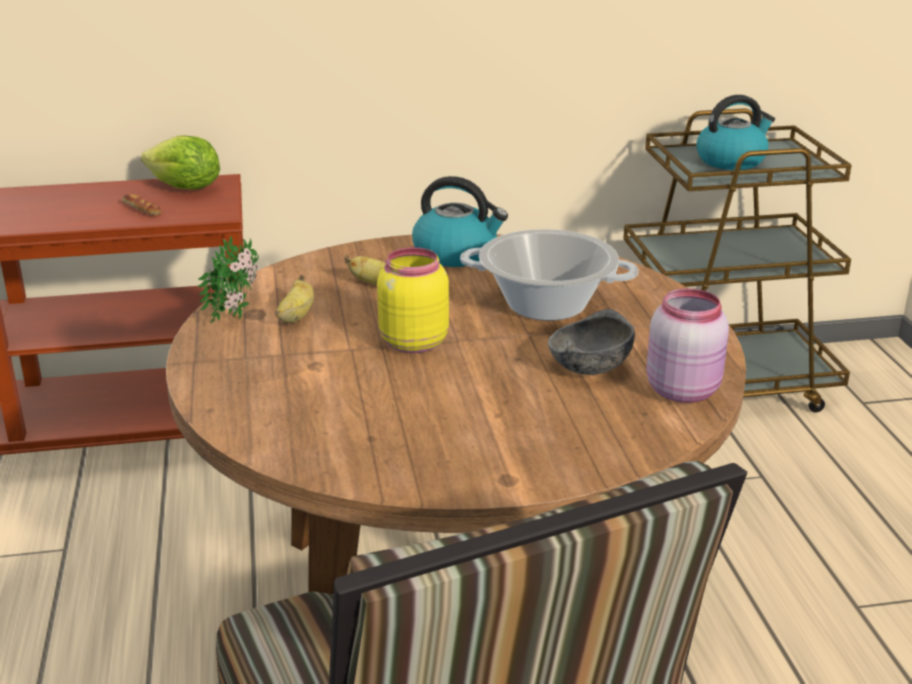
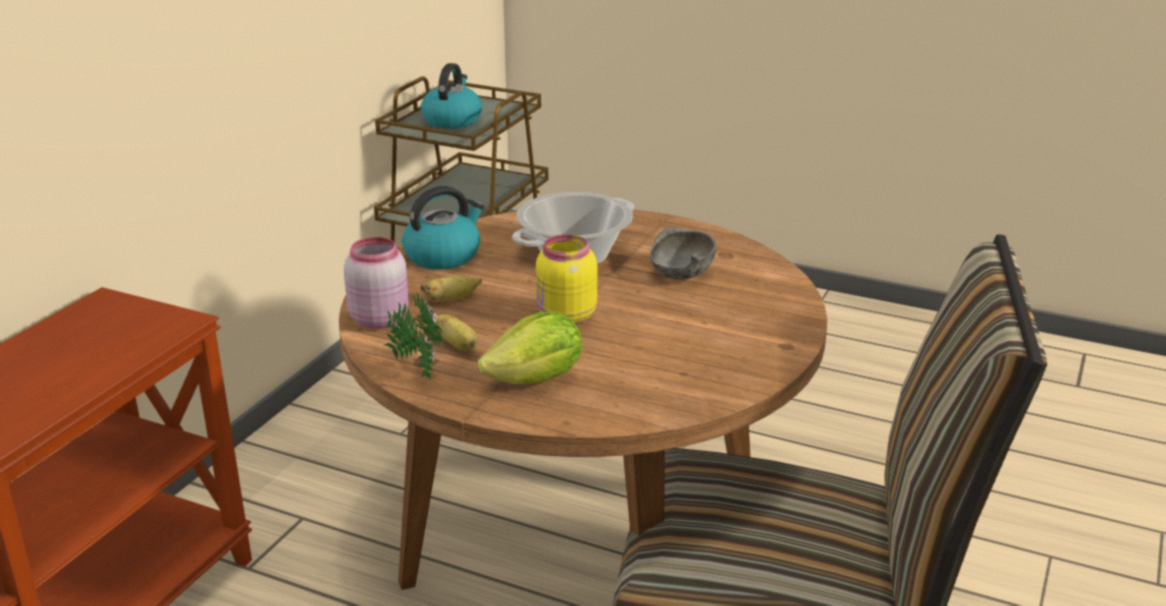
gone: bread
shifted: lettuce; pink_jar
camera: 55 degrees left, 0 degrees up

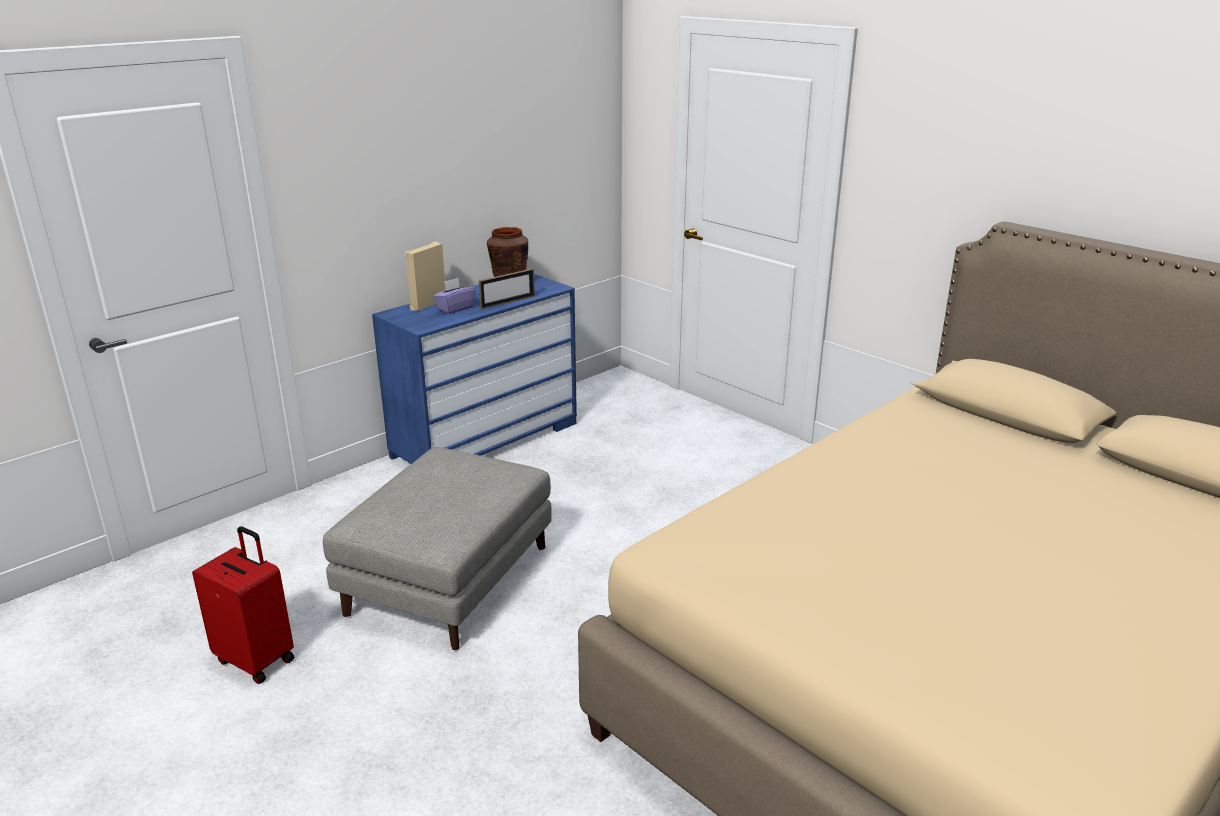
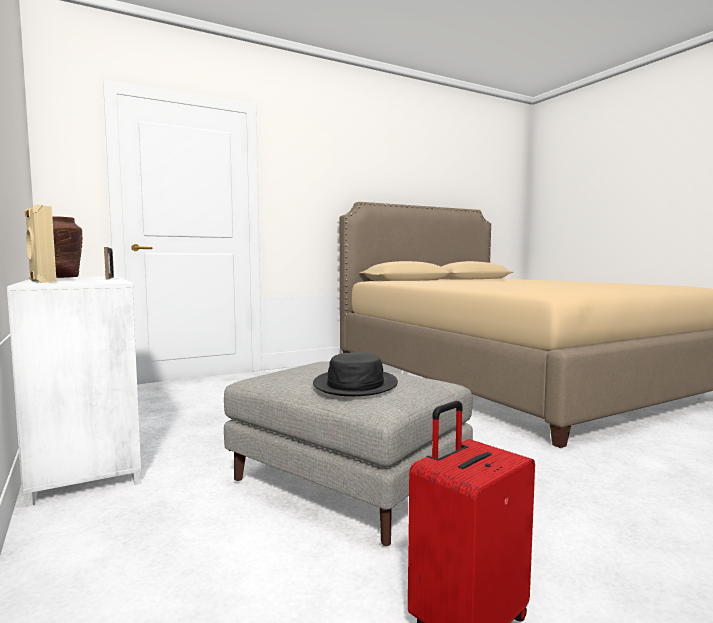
gone: purple_tissue_box
new: black_hat
repainted: blue_dresser to white_dresser
camera: 75 degrees left, 20 degrees down

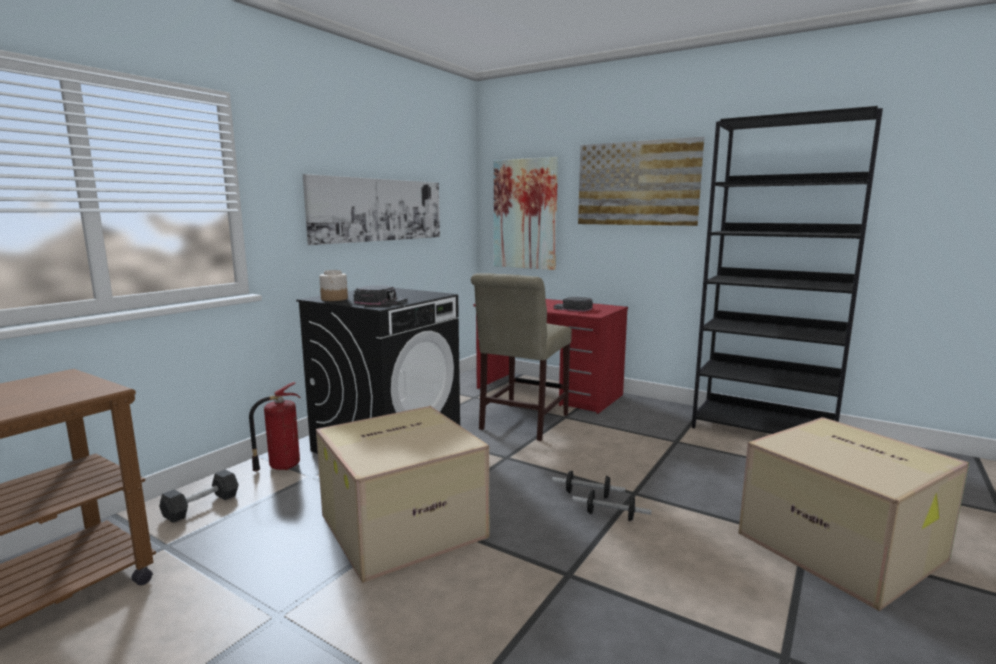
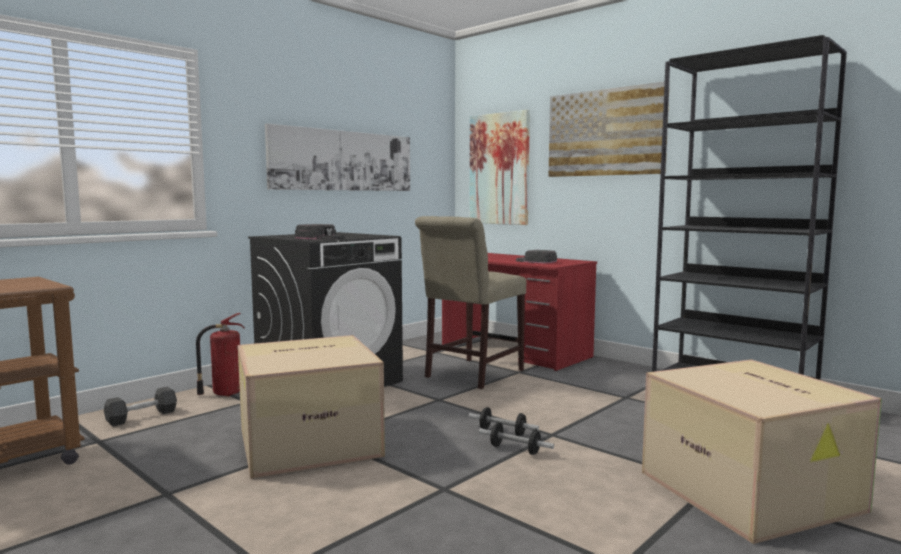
gone: jar
camera: 10 degrees right, 5 degrees down

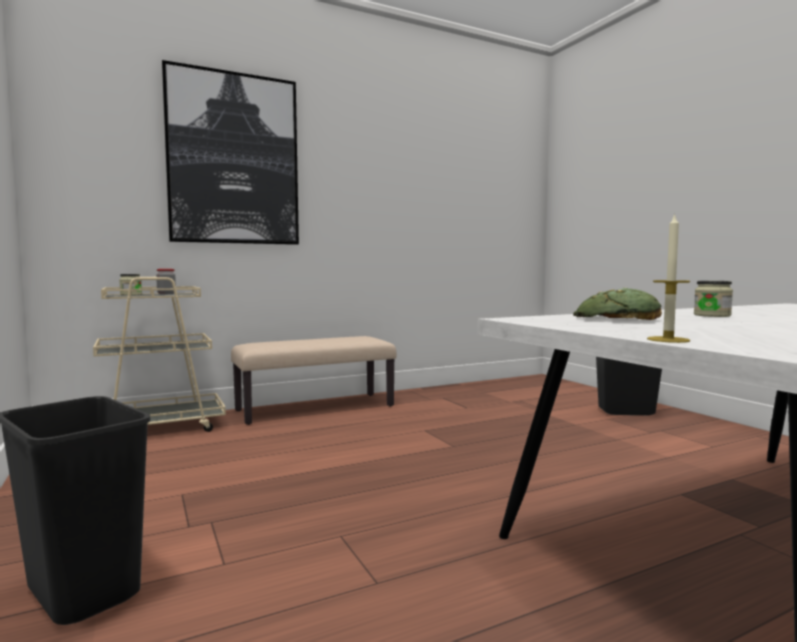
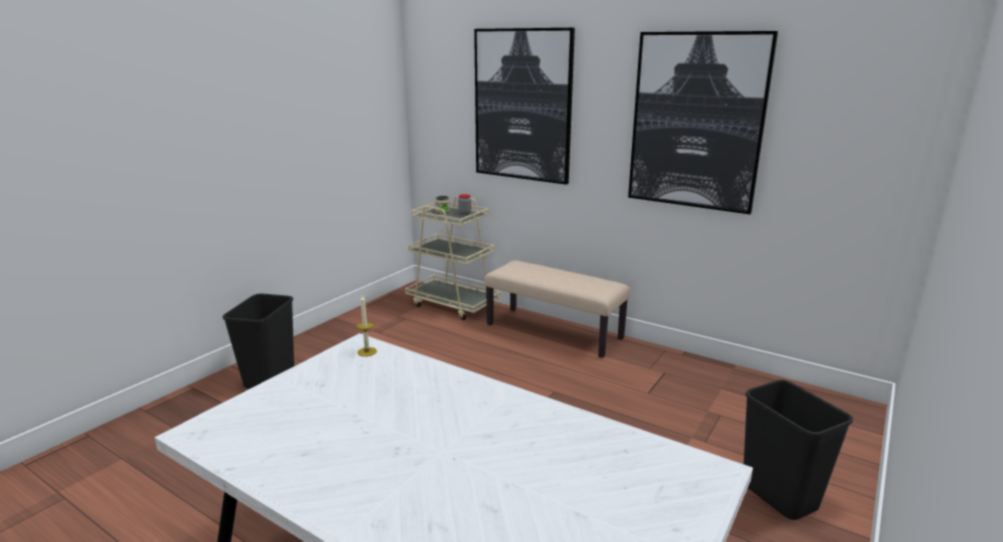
gone: bread; jar (no. 3 from left)
new: picture (no. 2 from left)
shifted: candle
camera: 60 degrees right, 15 degrees up

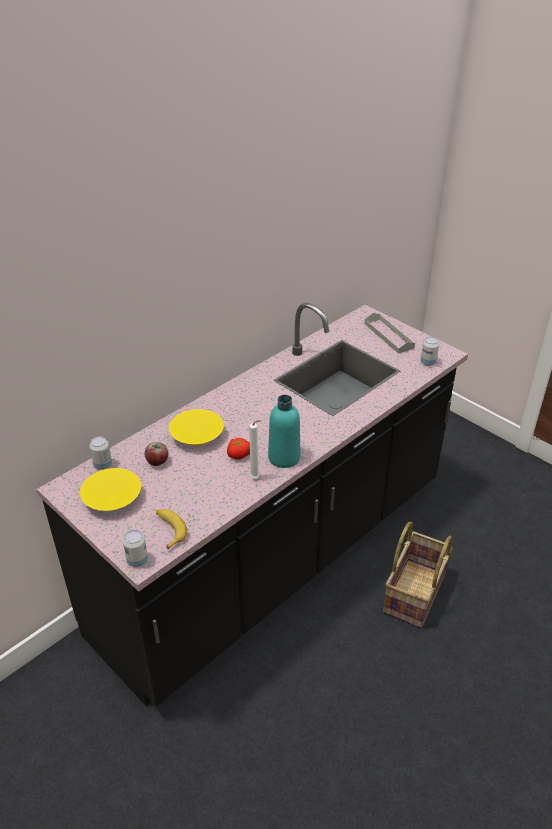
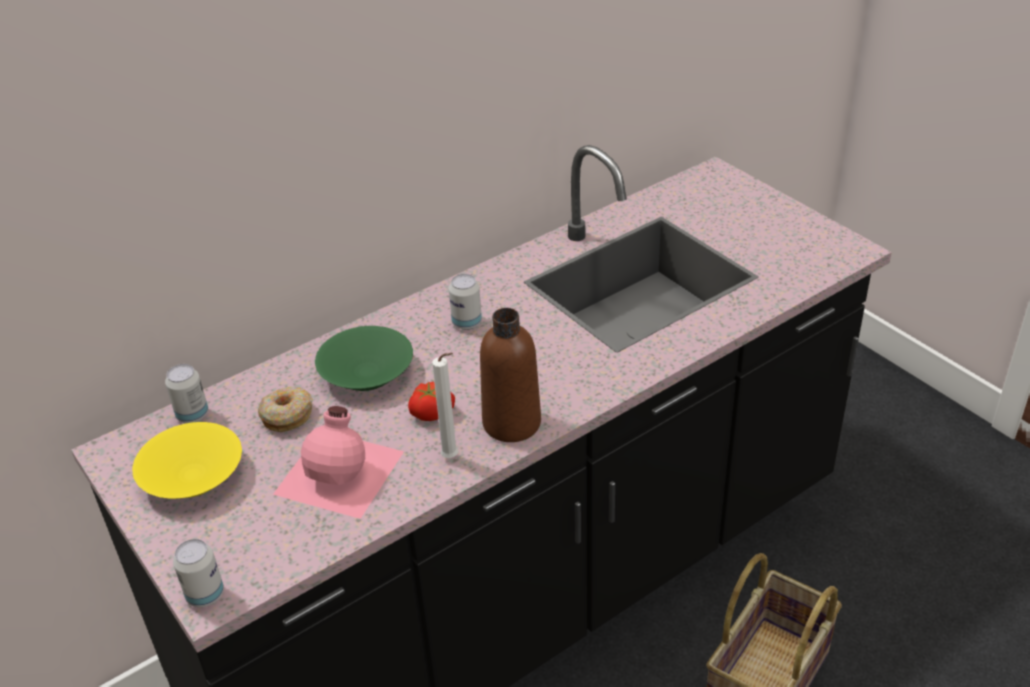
gone: banana; grey_tray
new: pink_bottle
shifted: can (no. 3 from left)
swapped: apple to donut
repainted: yellow_bowl (no. 2 from left) to green_bowl; turquoise_bottle to brown_bottle
camera: 10 degrees right, 0 degrees up

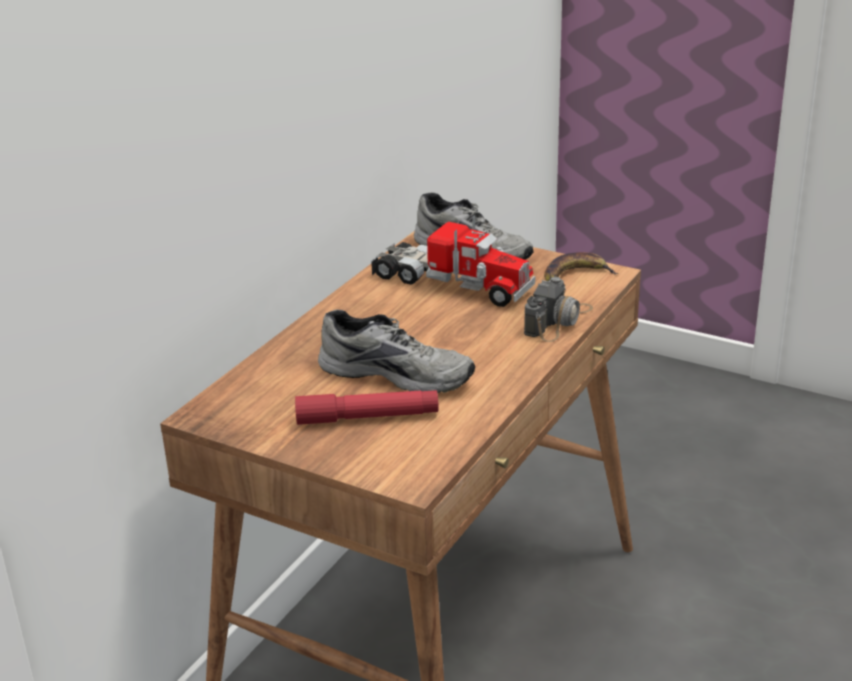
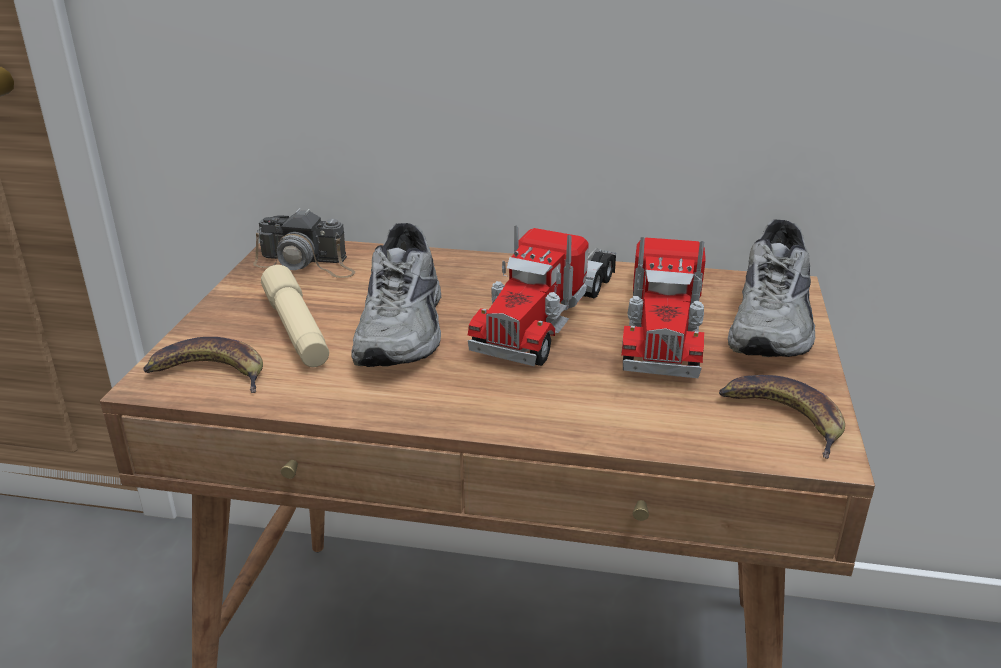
new: banana (no. 1 from left); toy_truck (no. 1 from left)
shifted: photo_camera
repainted: red_flashlight to beige_flashlight
camera: 70 degrees right, 0 degrees up

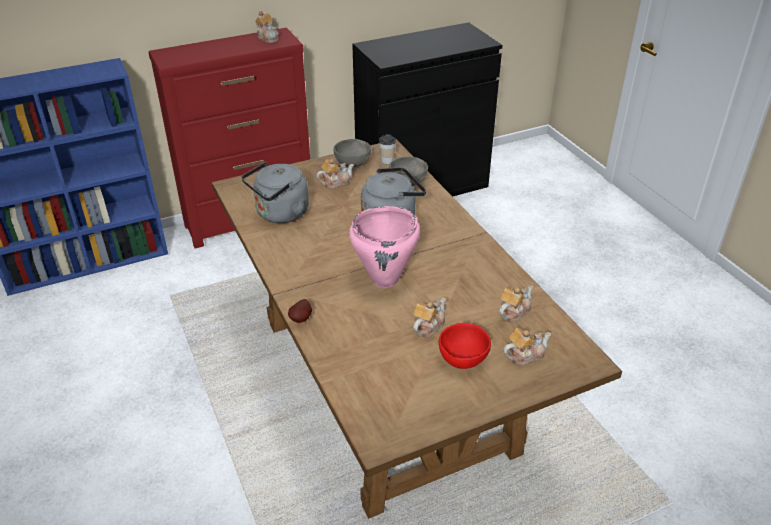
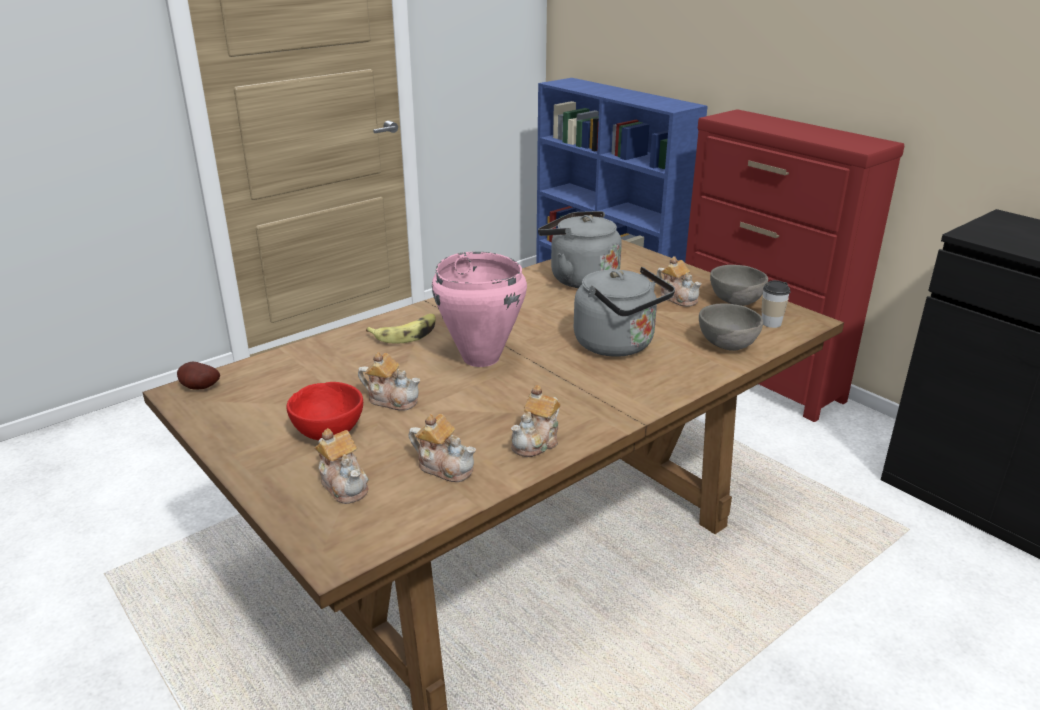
new: banana
shifted: teapot (no. 1 from left in the first image) to teapot (no. 4 from left); potato
camera: 75 degrees right, 10 degrees down

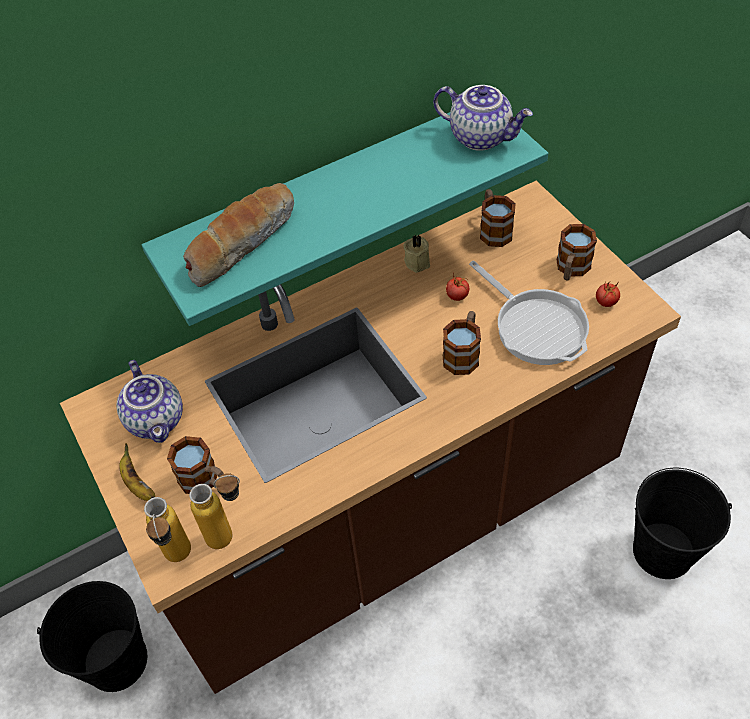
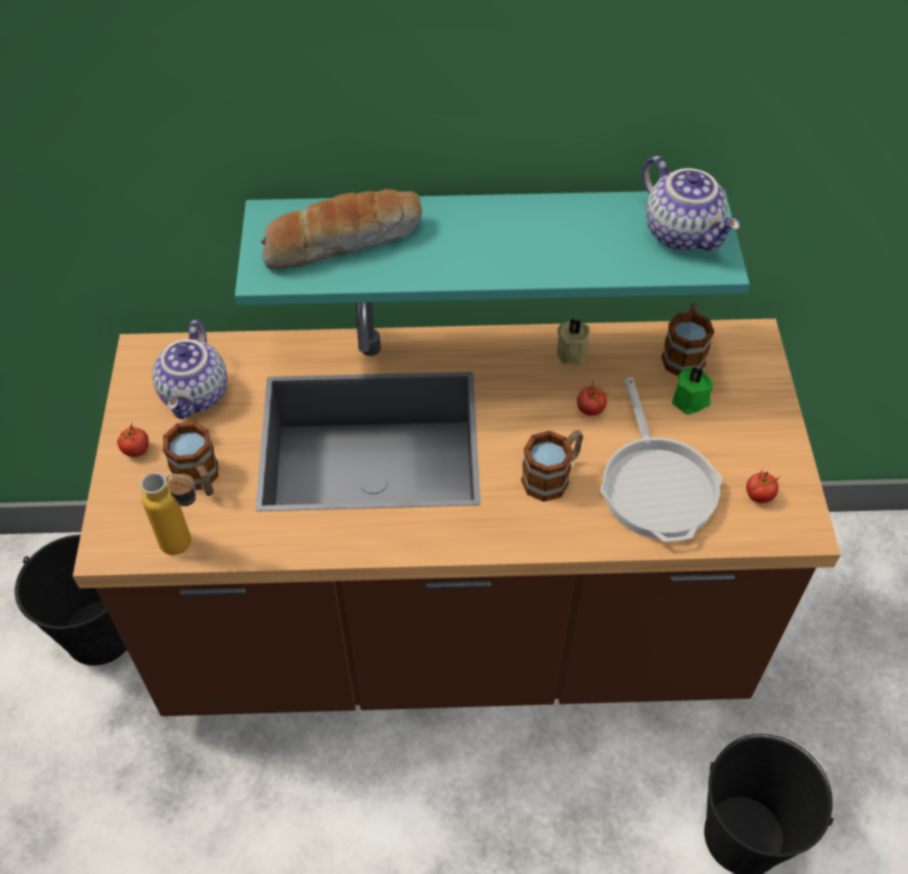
gone: bottle (no. 1 from left); mug (no. 4 from left)
new: green_candle
swapped: banana to tomato (no. 1 from left)
camera: 25 degrees right, 0 degrees up

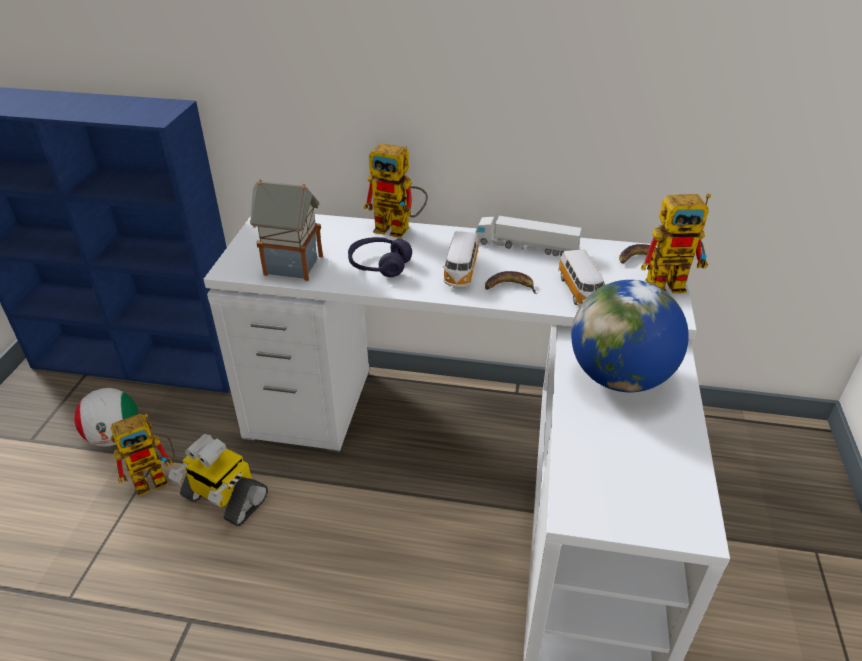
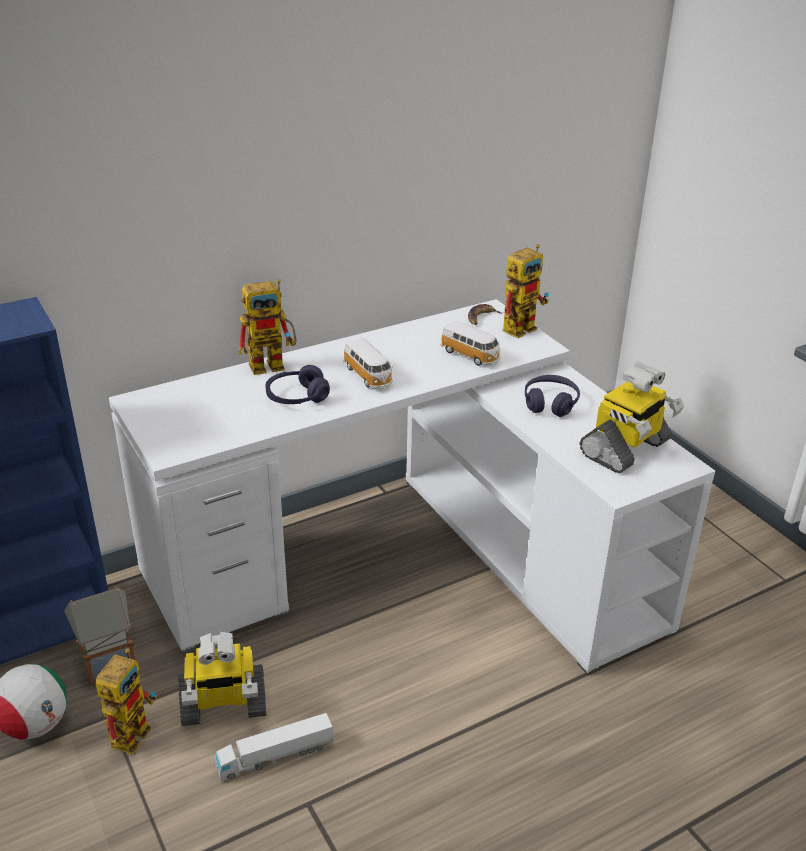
gone: banana (no. 1 from left)
new: toy_robot (no. 5 from left)
shifted: toy_house; toy_truck
swapped: globe to purple_headphones (no. 2 from left)
camera: 40 degrees left, 5 degrees down

